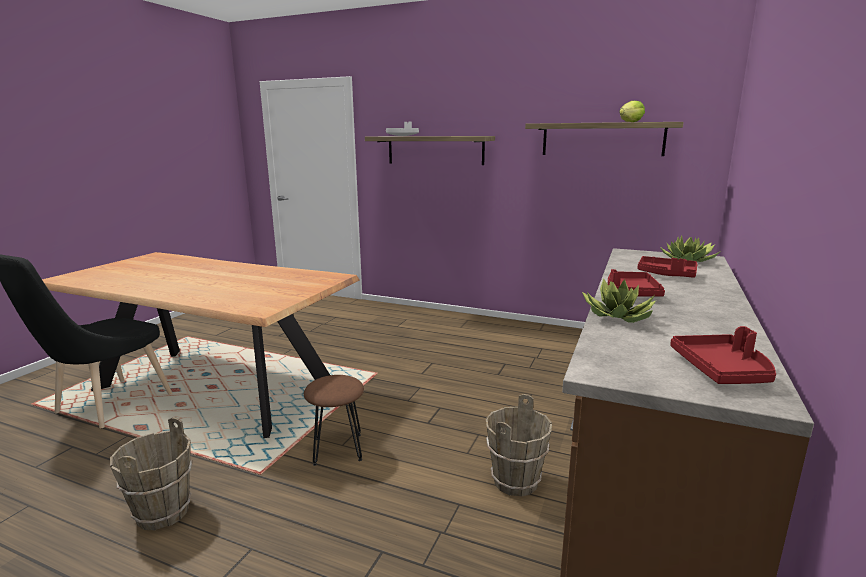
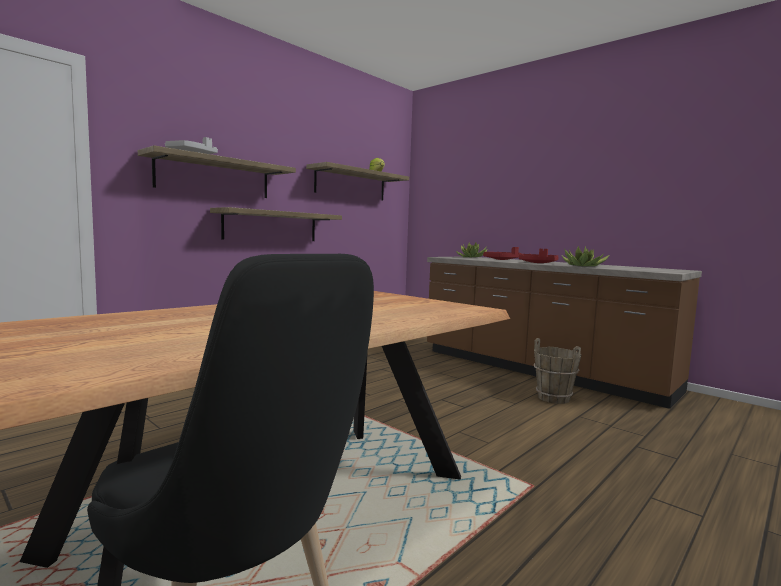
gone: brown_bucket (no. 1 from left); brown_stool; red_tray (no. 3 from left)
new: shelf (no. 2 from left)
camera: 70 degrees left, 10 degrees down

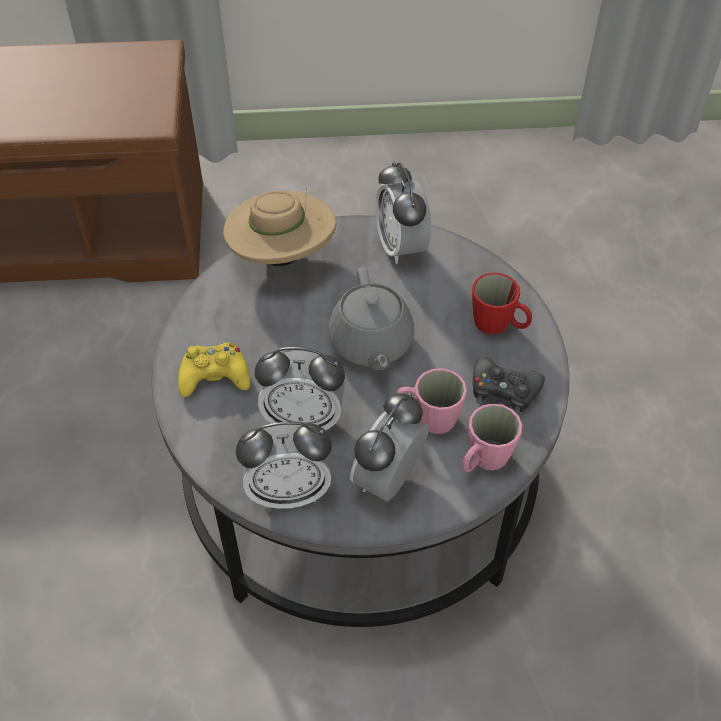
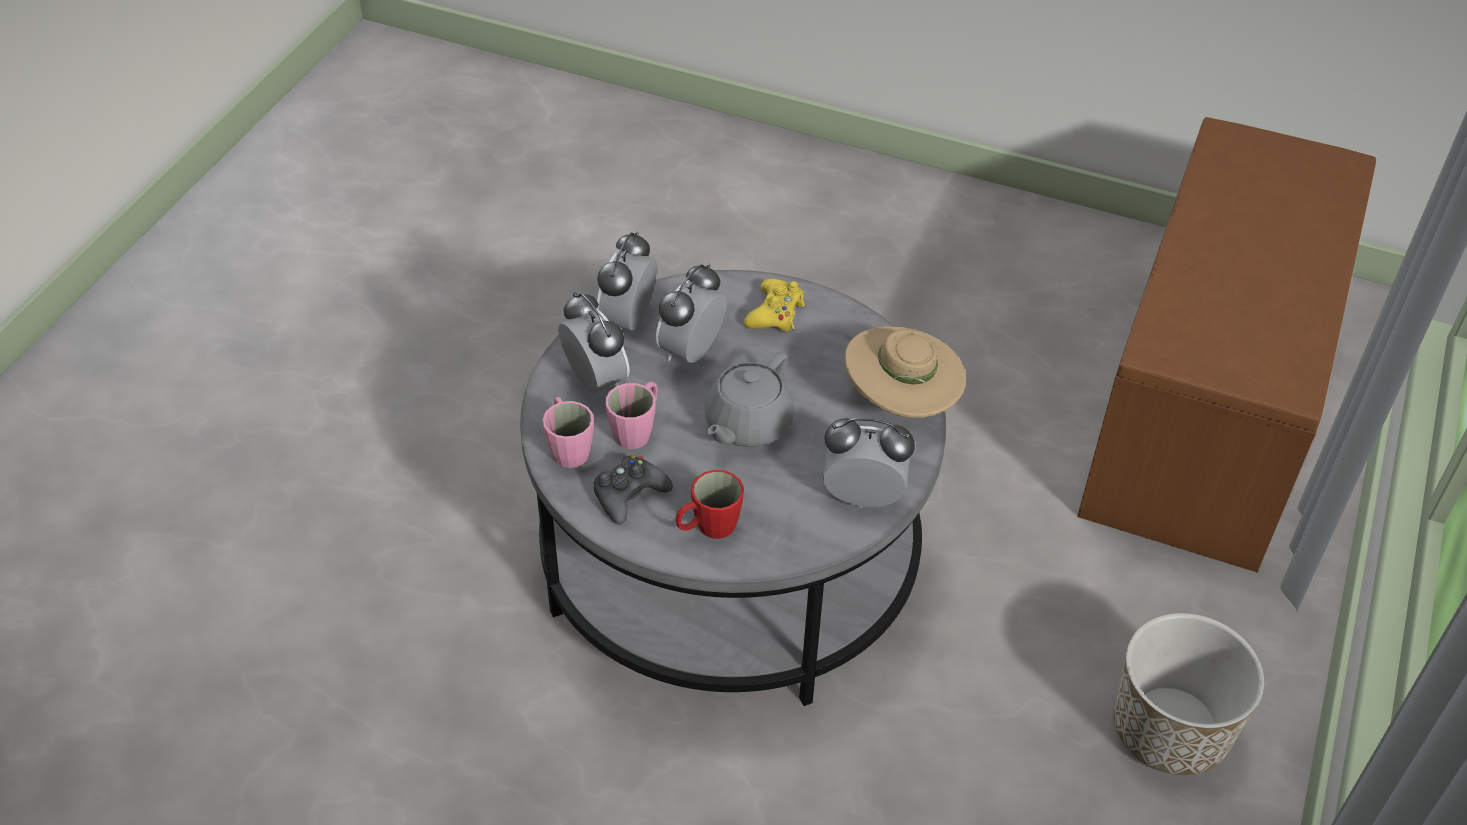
new: planter
rotated: grey_teapot 75 degrees counterclockwise
camera: 115 degrees right, 5 degrees down

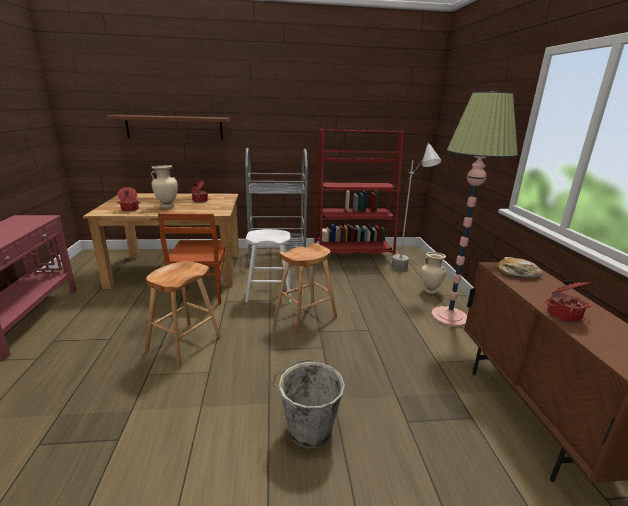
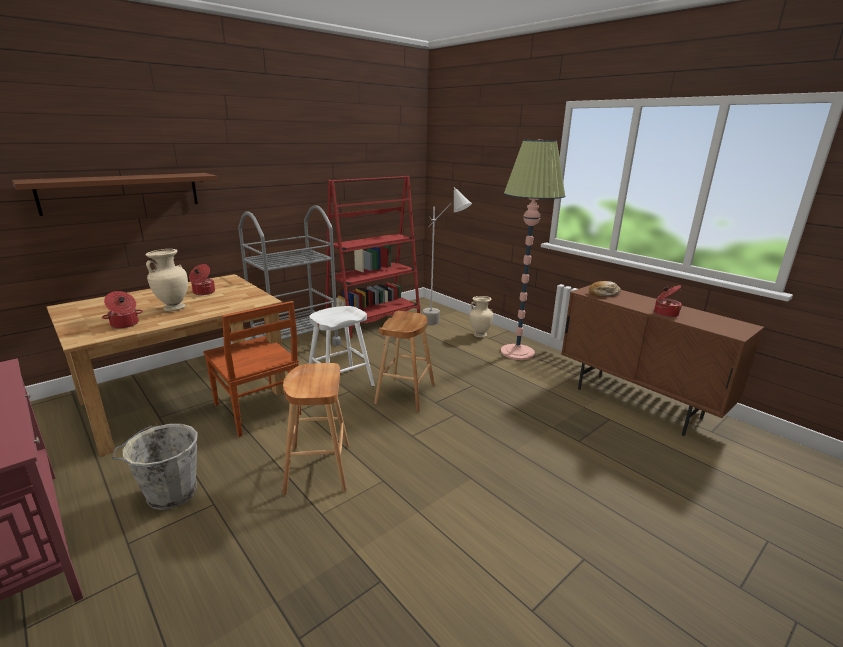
shifted: grey_bucket
camera: 35 degrees left, 0 degrees up

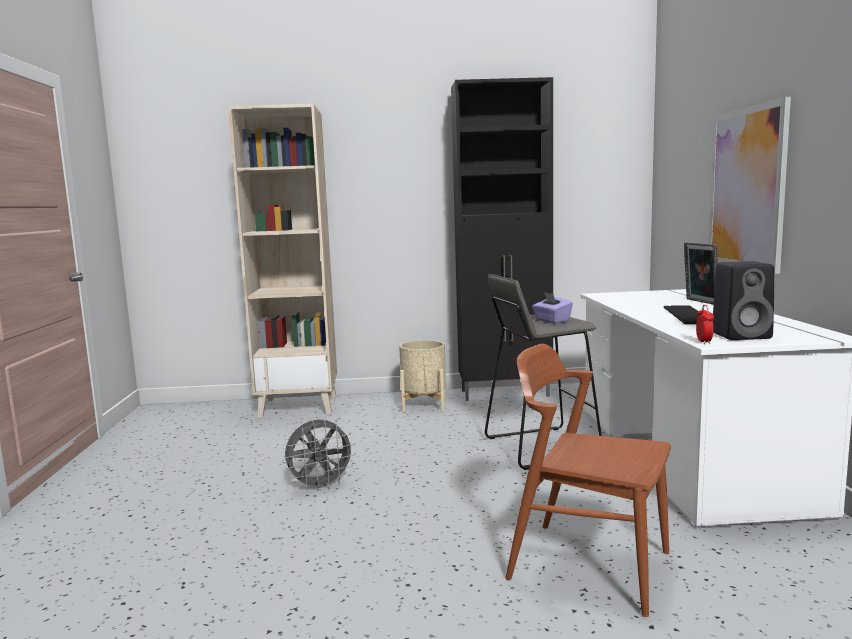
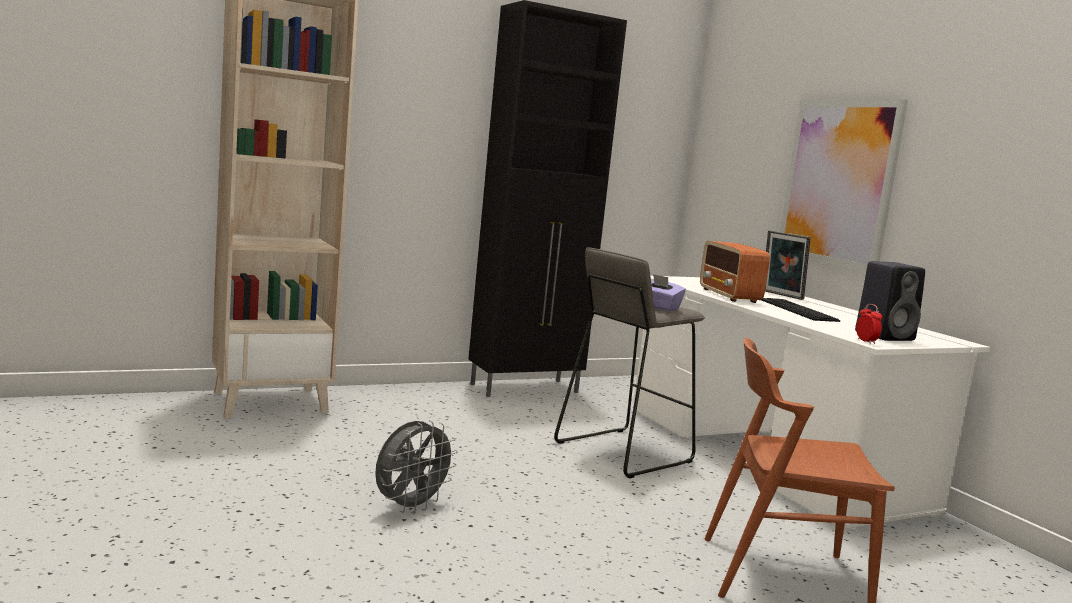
gone: beige_planter
new: radio
camera: 25 degrees left, 0 degrees up

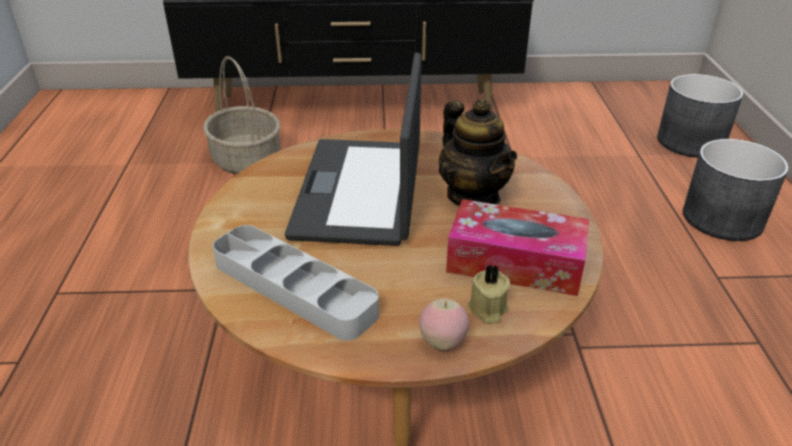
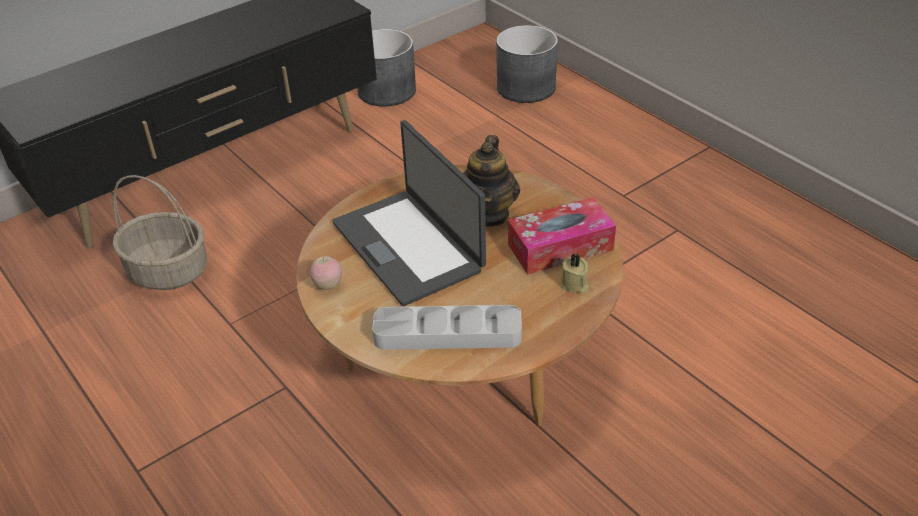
shifted: apple; grey_planter (no. 2 from left in the first image) to grey_planter (no. 1 from left)
rotated: teapot 75 degrees clockwise
camera: 35 degrees left, 5 degrees up

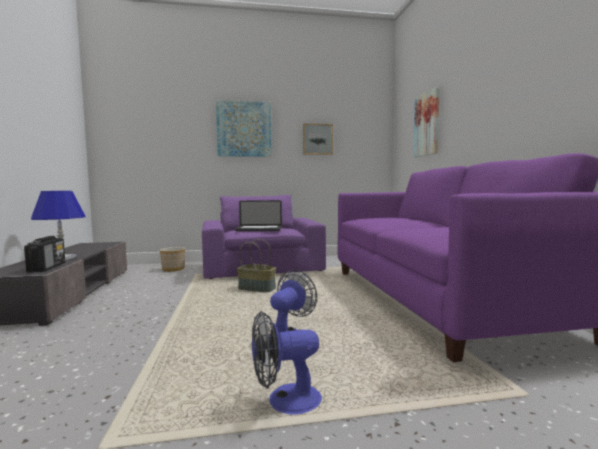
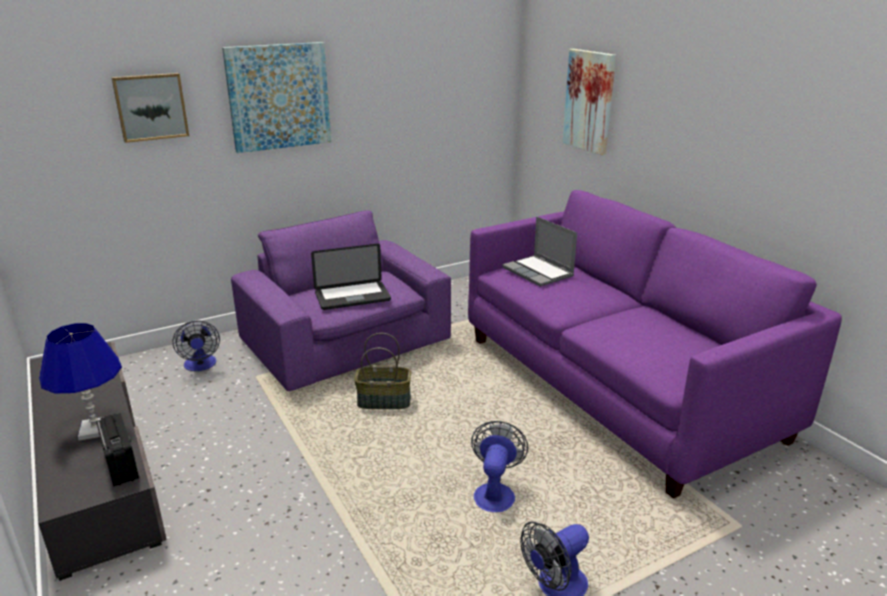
new: laptop (no. 2 from left)
shifted: picture (no. 2 from left in the first image) to picture (no. 1 from left)
swapped: planter to fan (no. 1 from left)
camera: 20 degrees left, 20 degrees up

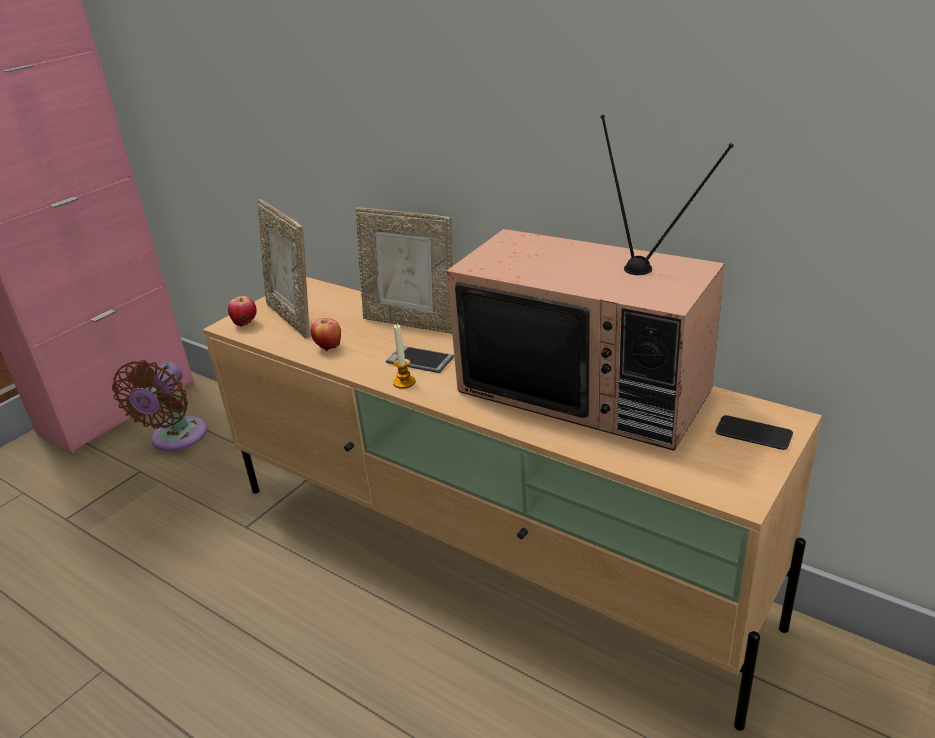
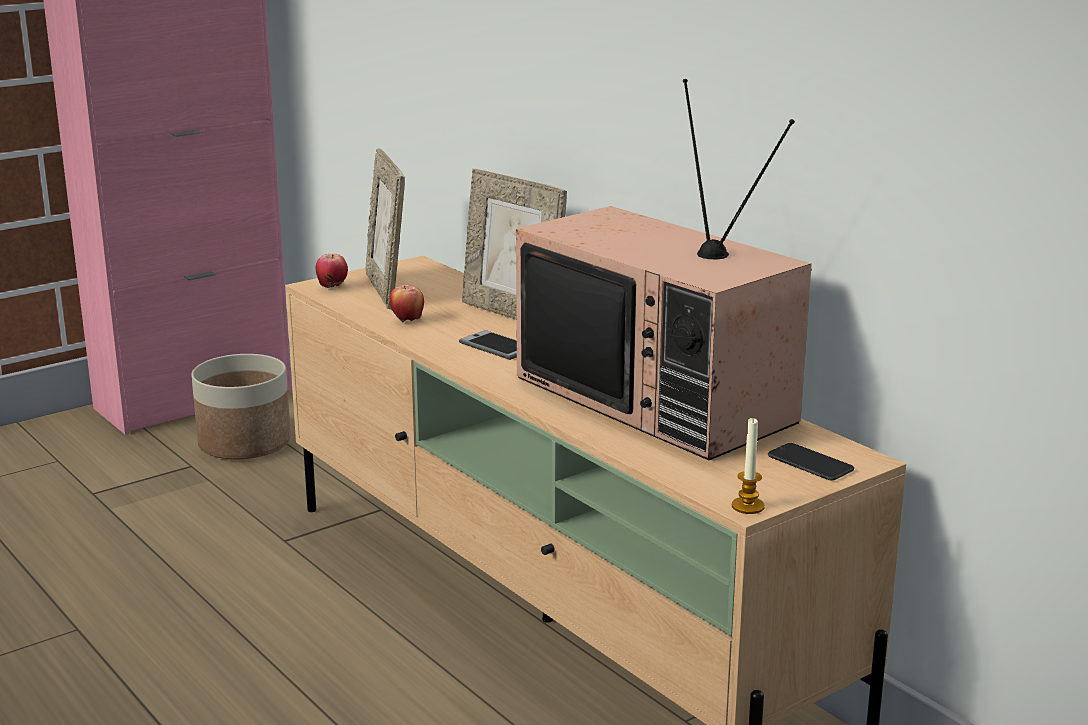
shifted: candle
swapped: brown_fan to planter
camera: 15 degrees right, 10 degrees down

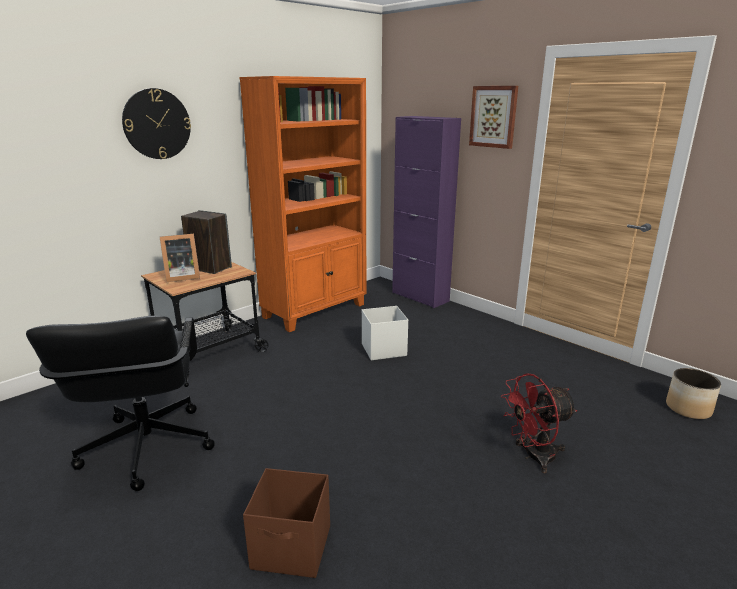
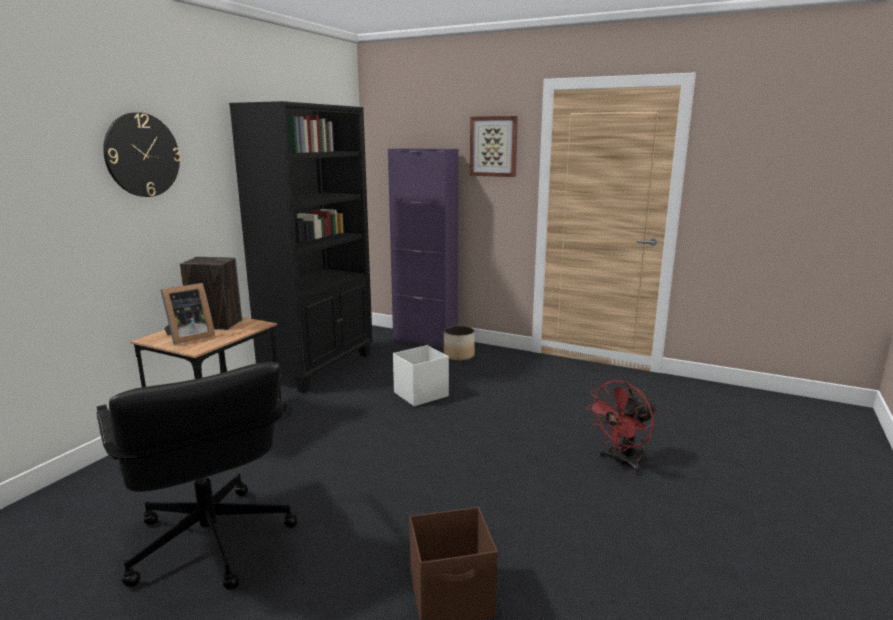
shifted: planter
repainted: orange_bookcase to black_bookcase
camera: 20 degrees left, 5 degrees down

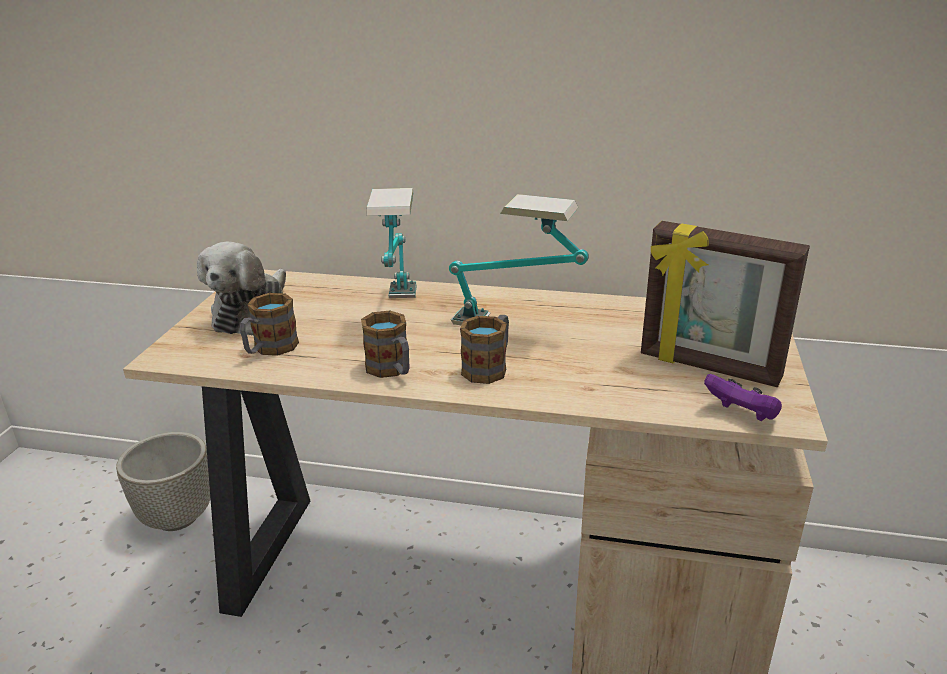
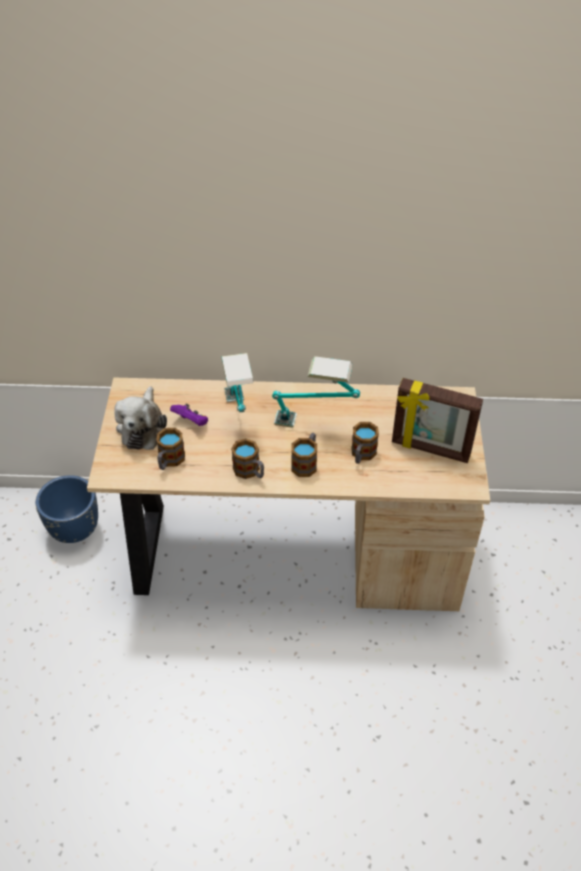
new: mug (no. 4 from left)
shifted: purple_game_controller
repainted: grey_planter to blue_planter
camera: 10 degrees left, 20 degrees up

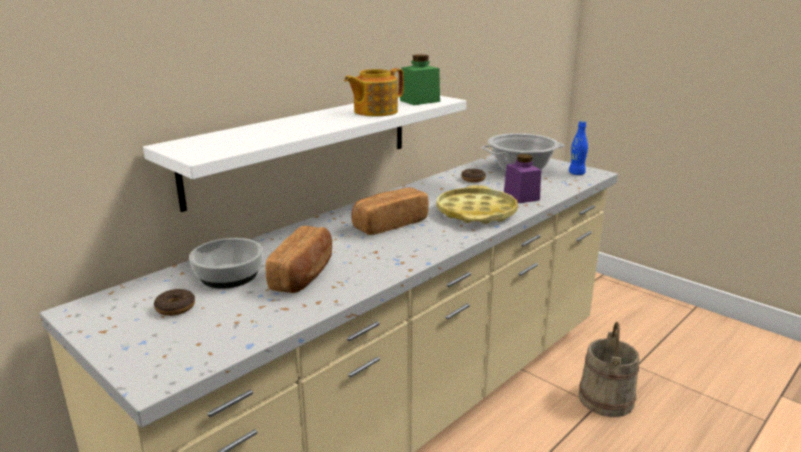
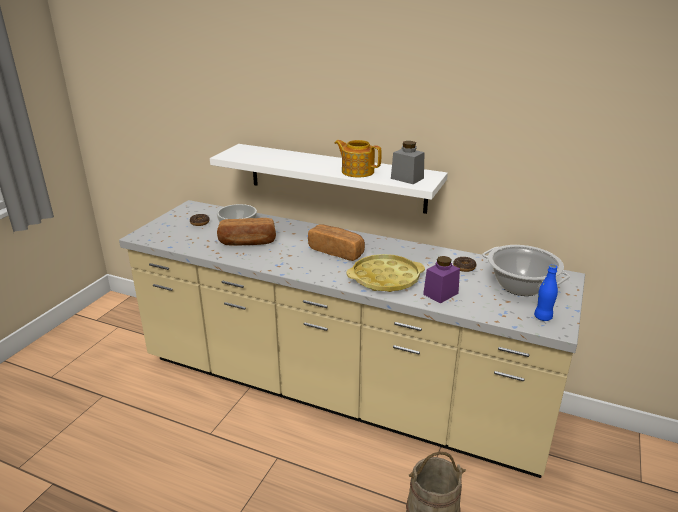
repainted: green_jar to grey_jar
camera: 70 degrees right, 5 degrees up

